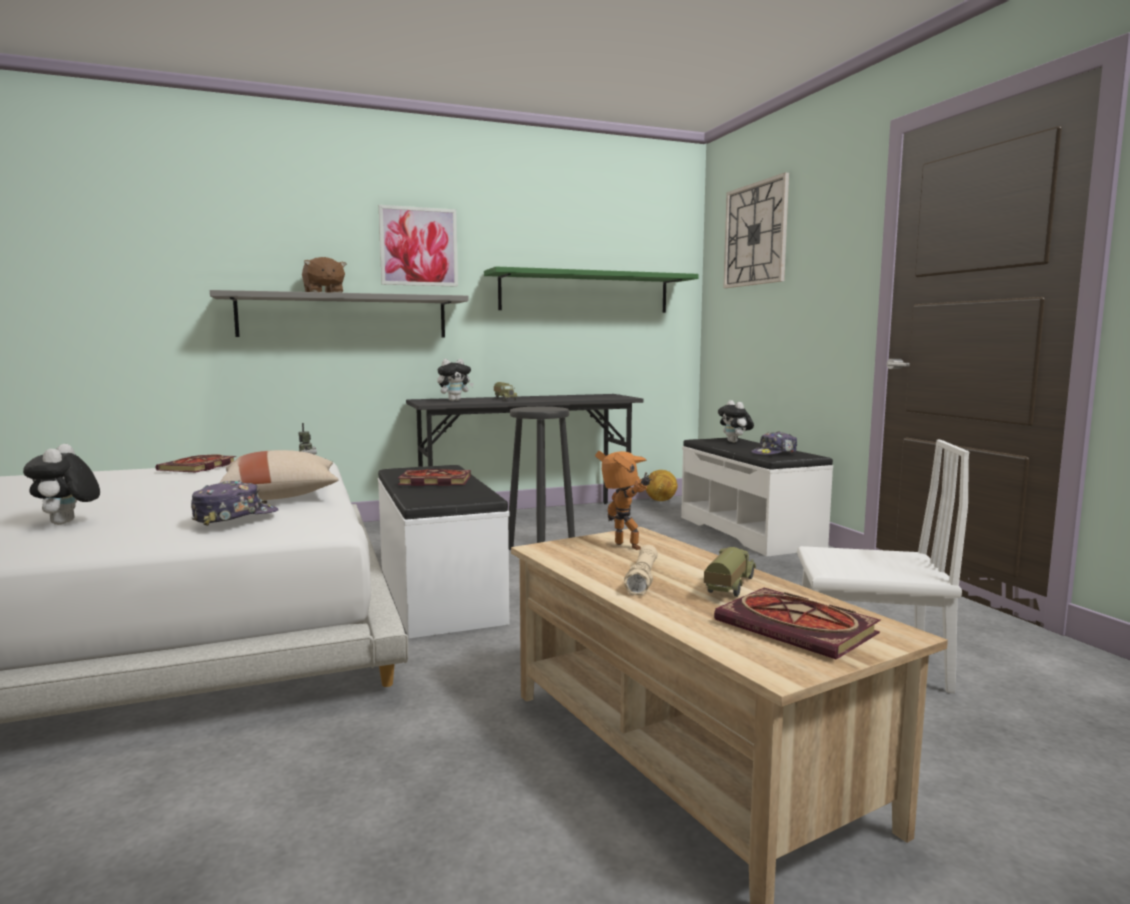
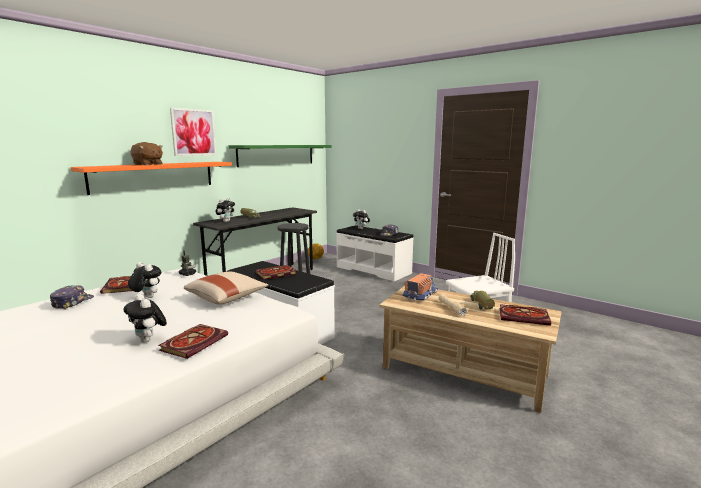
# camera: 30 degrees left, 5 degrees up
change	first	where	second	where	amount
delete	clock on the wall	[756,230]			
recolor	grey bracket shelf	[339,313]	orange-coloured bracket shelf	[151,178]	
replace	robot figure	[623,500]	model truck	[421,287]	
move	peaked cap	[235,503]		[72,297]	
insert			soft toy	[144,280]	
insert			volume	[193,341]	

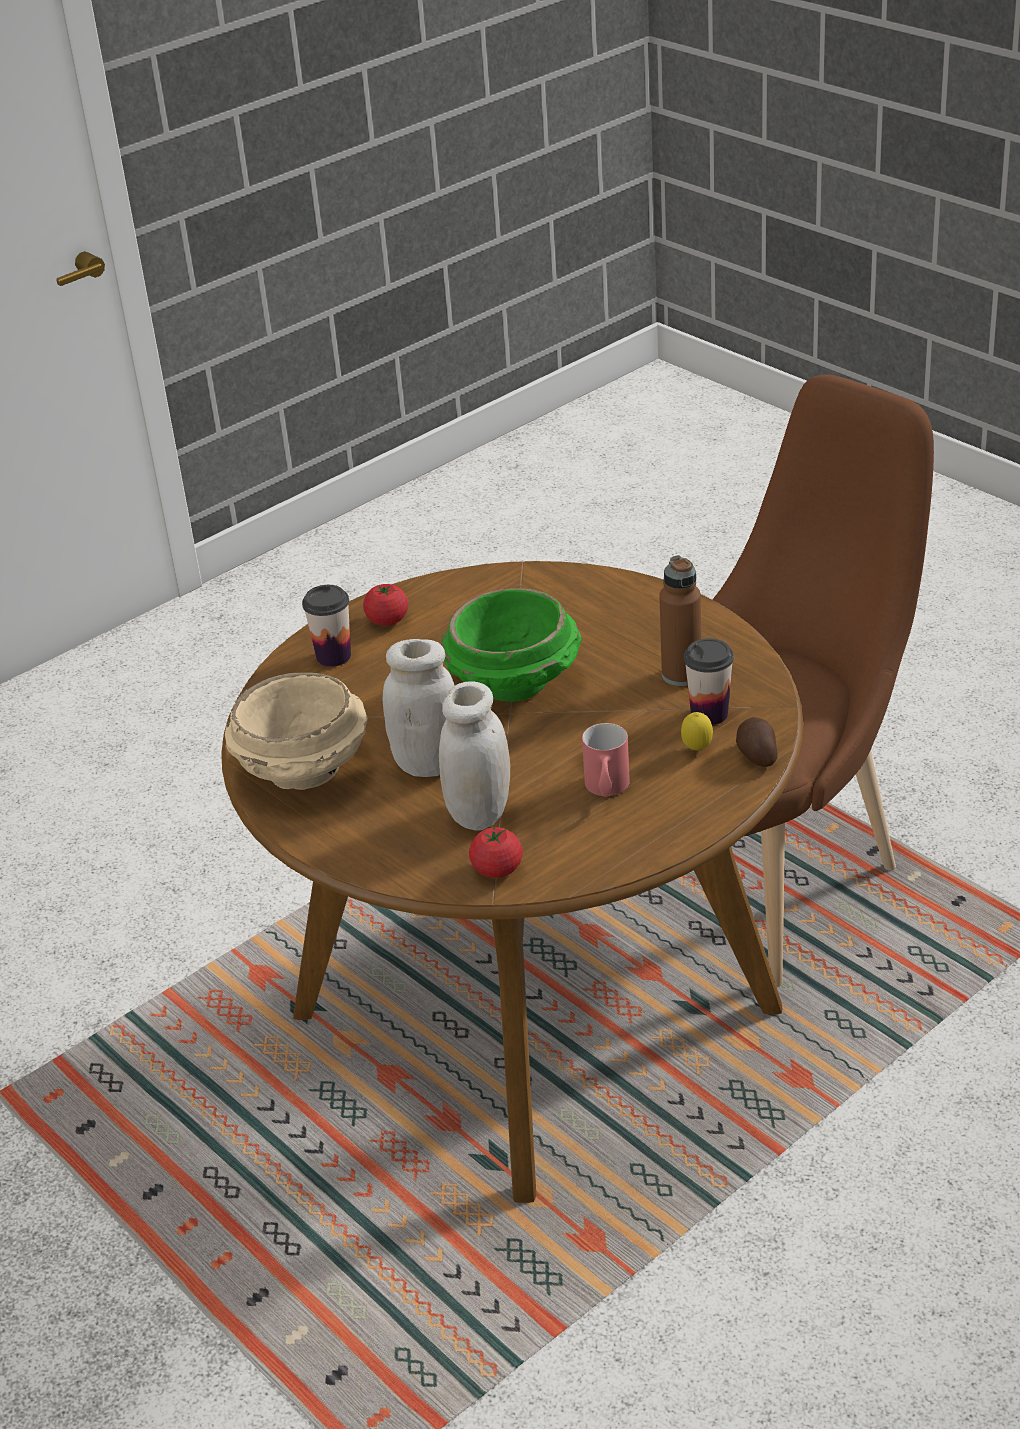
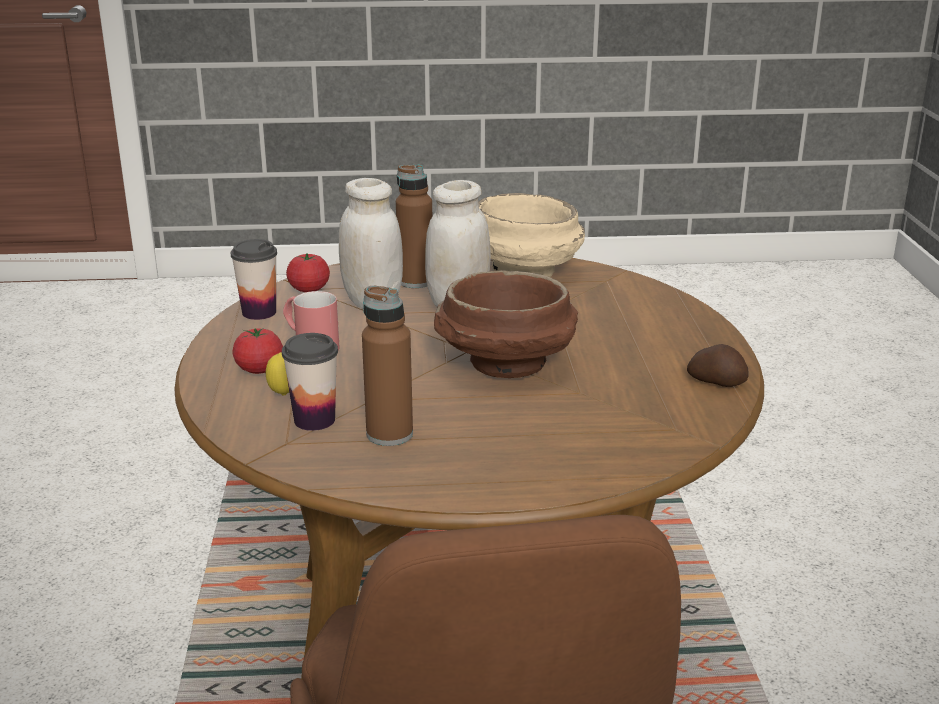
# camera: 125 degrees right, 10 degrees down
change	first	where	second	where	amount
move	tomato	[385,605]		[257,351]	
move	small cup	[326,626]		[254,279]	
recolor	green-coloured serving bowl	[511,644]	brownish serving bowl	[506,324]	
move	whole potato	[757,742]		[718,365]	
insert			brownish beverage bottle	[414,226]	

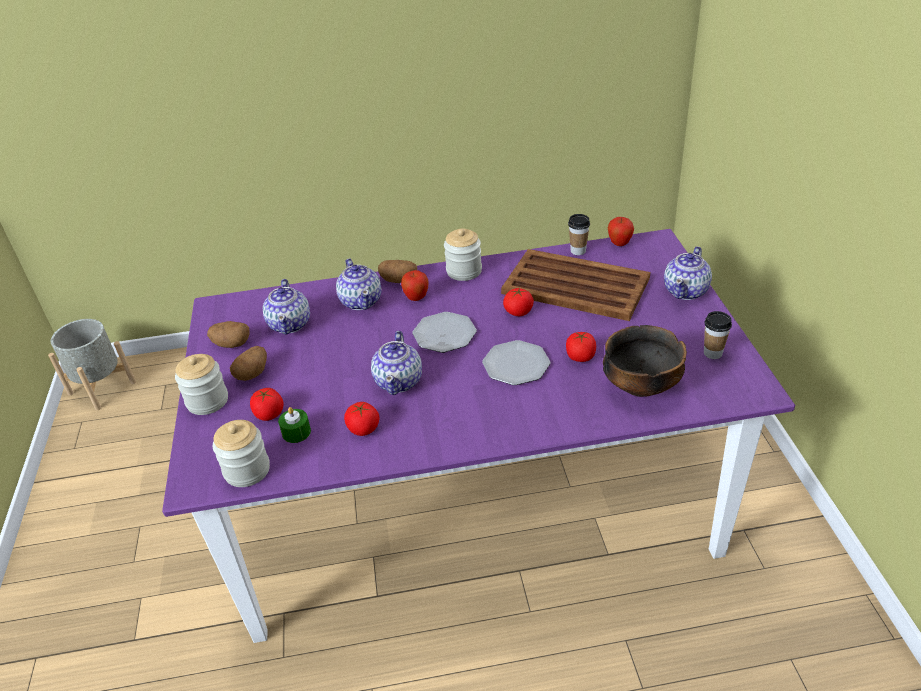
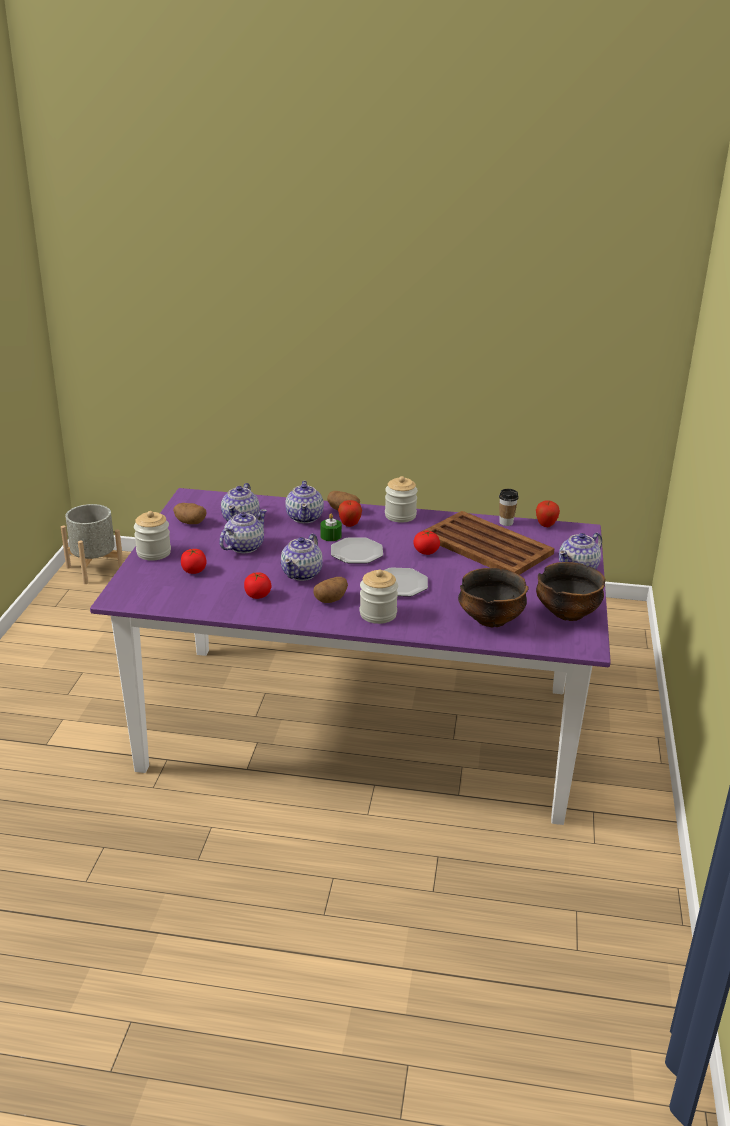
# camera: 15 degrees right, 10 degrees down
change	first	where	second	where	amount
replace	small cup	[718,335]	serving bowl	[570,591]	
delete	tomato	[581,347]			
move	whole potato	[248,363]		[330,590]	
move	green-coloured wax candle	[294,425]		[331,527]	
move	preserve jar	[241,453]		[379,596]	
insert			pot for tea	[243,531]	

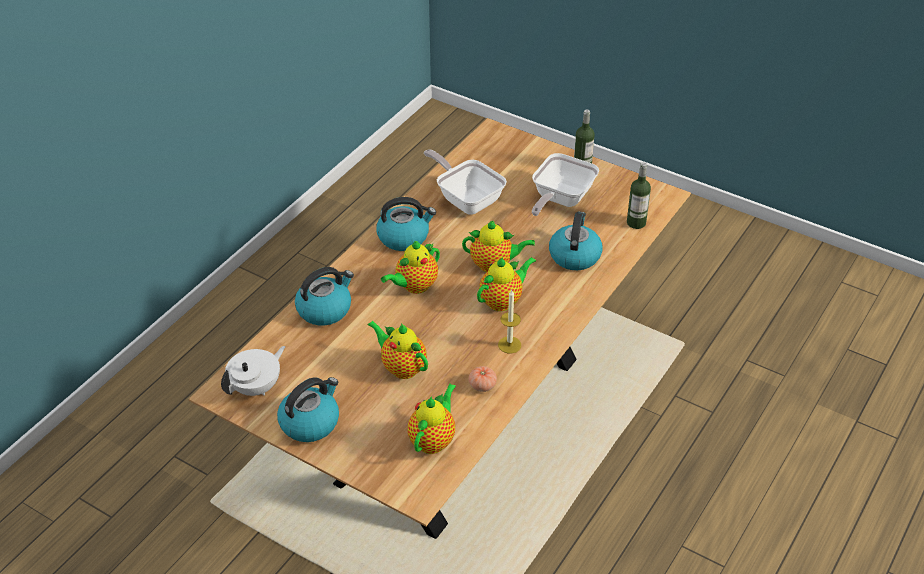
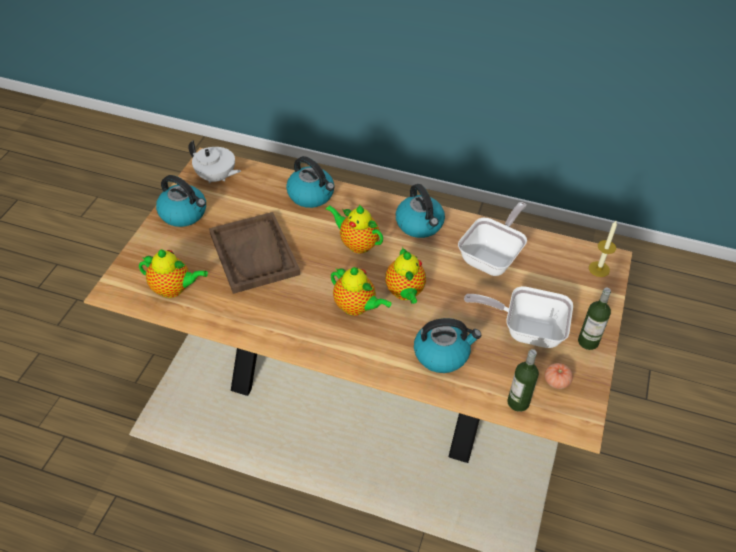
# camera: 75 degrees right, 5 degrees up
change	first	where	second	where	amount
move	wax candle	[509,322]		[603,249]	
replace	pot for tea	[397,350]	brownish tray	[254,253]	
move	tomato	[482,379]		[559,376]	

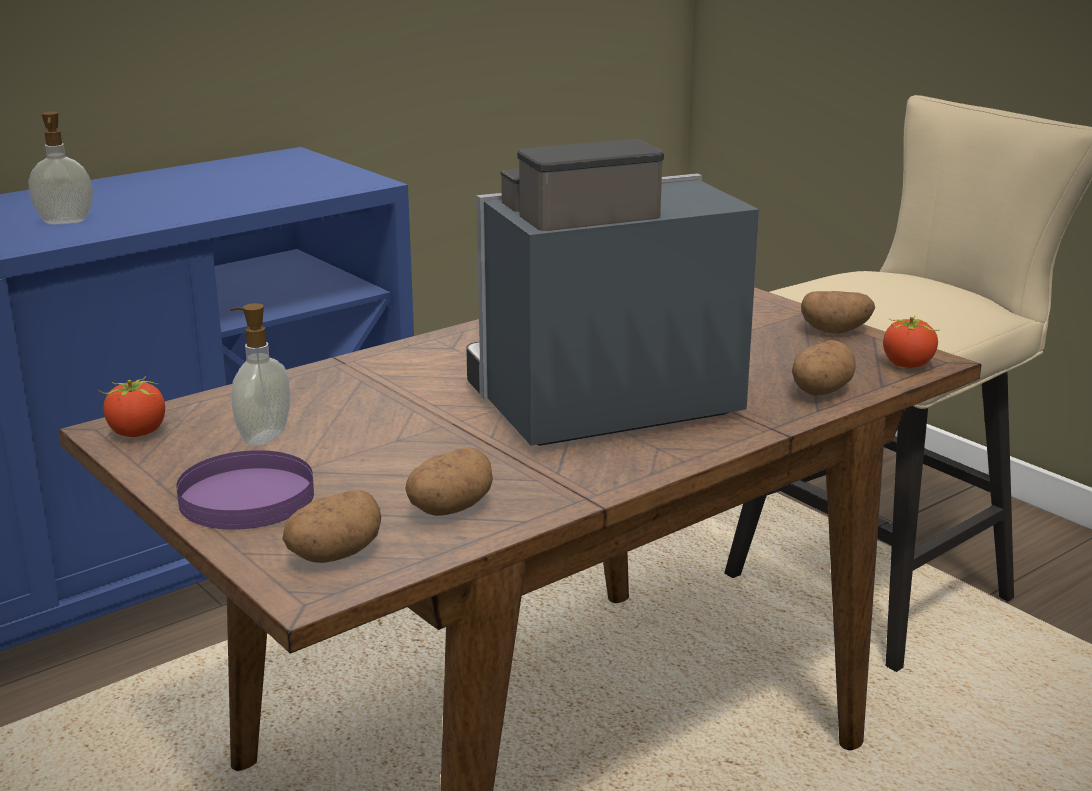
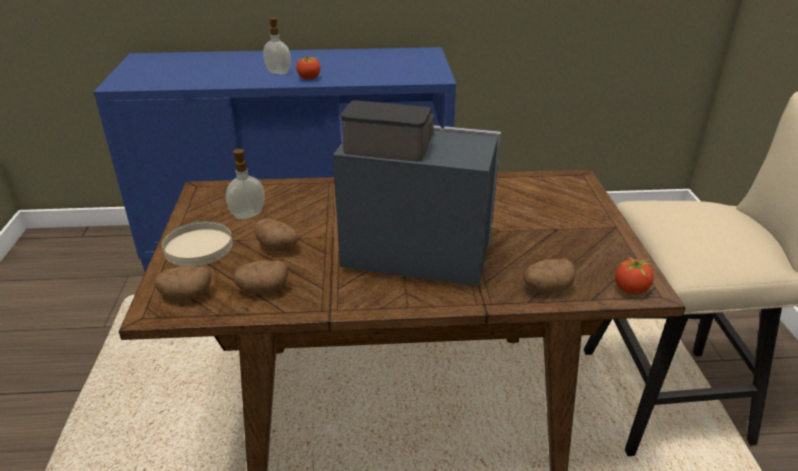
# camera: 35 degrees right, 10 degrees up
change	first	where	second	where	amount
move	whole potato	[838,312]		[276,234]	
move	tomato	[131,406]		[307,67]	
recolor	purple dinner plate	[245,490]	sand-coloured dinner plate	[197,244]	

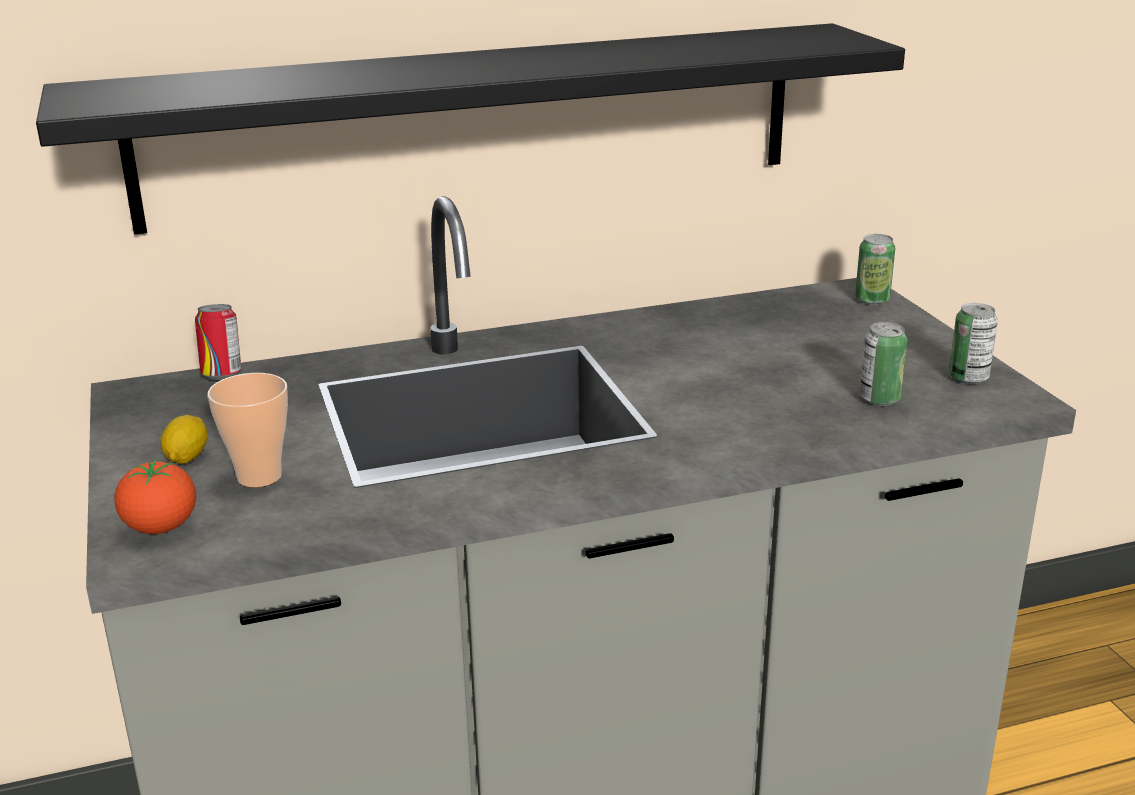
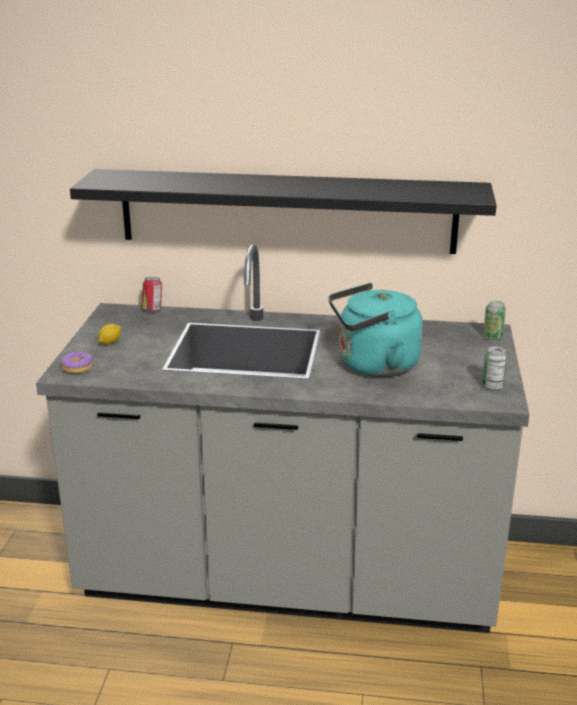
# camera: 25 degrees right, 0 degrees up
change	first	where	second	where	amount
delete	can	[883,364]			
delete	small cup	[247,430]			
replace	tomato	[155,496]	doughnut	[77,362]	
insert			turquoise-coloured water kettle	[375,330]	

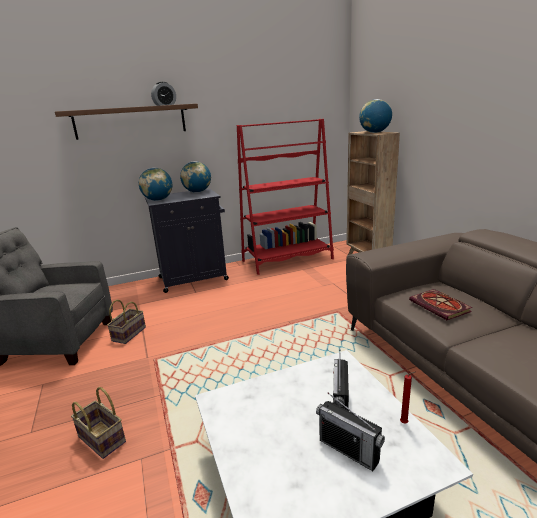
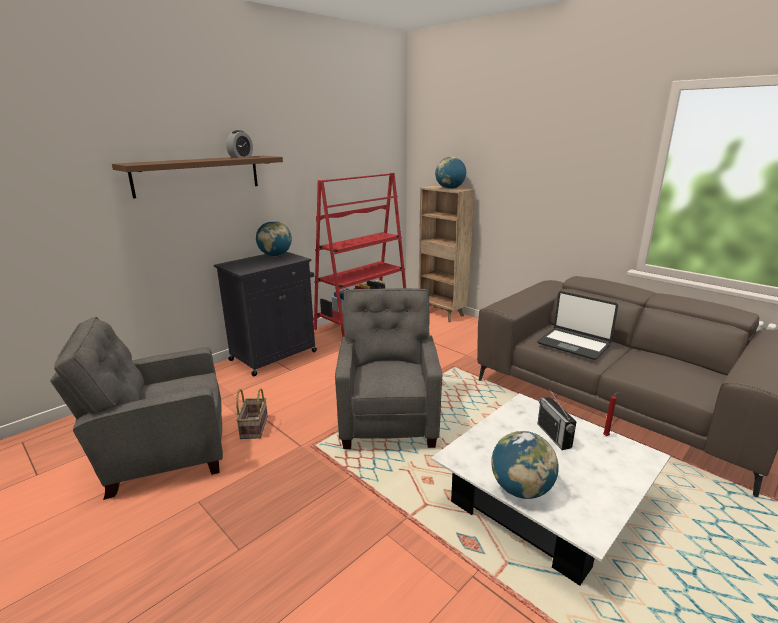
# camera: 25 degrees left, 0 degrees up
change	first	where	second	where	amount
move	globe	[155,184]		[525,465]	
replace	volume	[440,304]	laptop	[577,325]	
delete	storage basket	[98,423]			
delete	radio receiver	[350,432]			
insert			grey armchair	[388,368]	

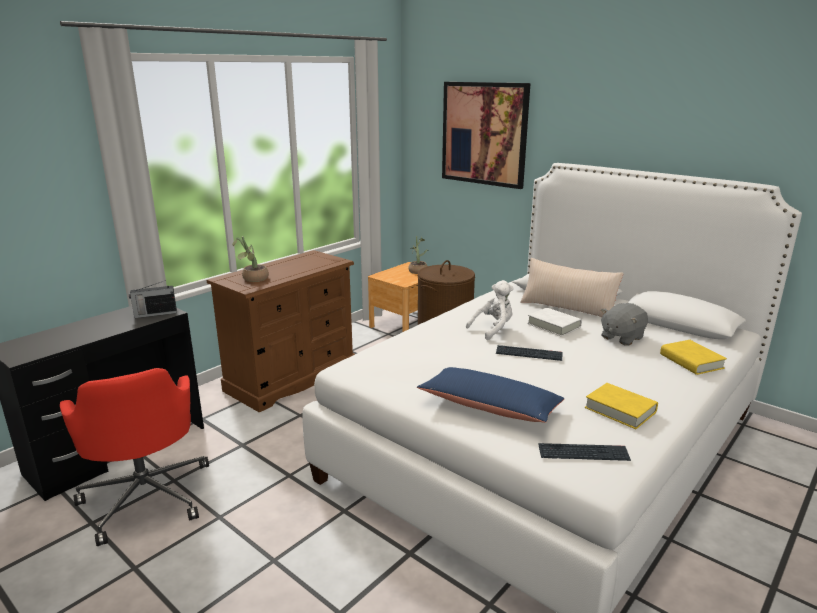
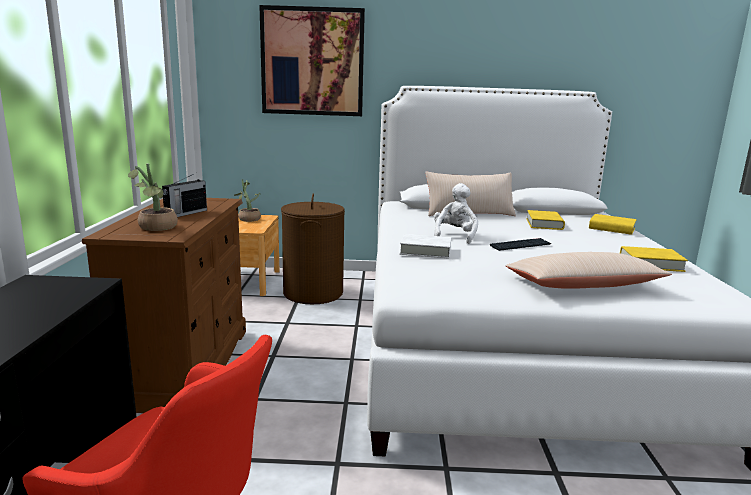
# camera: 40 degrees left, 5 degrees down
change	first	where	second	where	amount
move	radio receiver	[153,299]		[184,195]	
replace	grey soft toy	[624,324]	yellow volume	[546,220]	
move	white-coloured volume	[554,322]		[425,246]	
recolor	bluish cushion	[491,395]	sand-coloured cushion	[589,270]	
delete	keyboard	[585,452]			

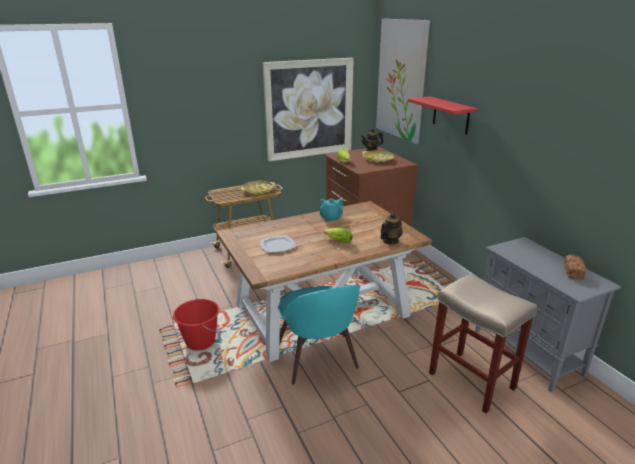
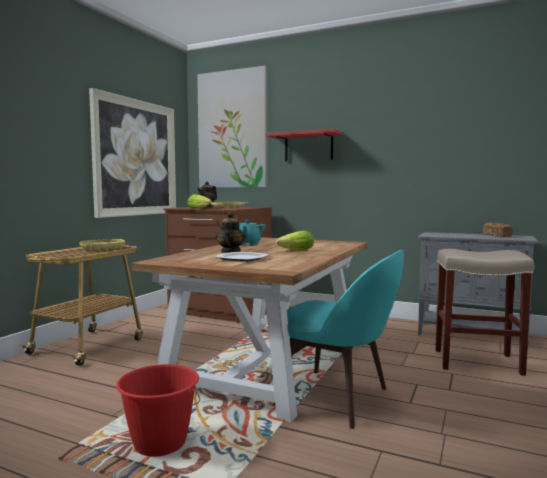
# camera: 40 degrees left, 20 degrees down
change	first	where	second	where	amount
move	pot for tea	[392,228]		[231,232]	

